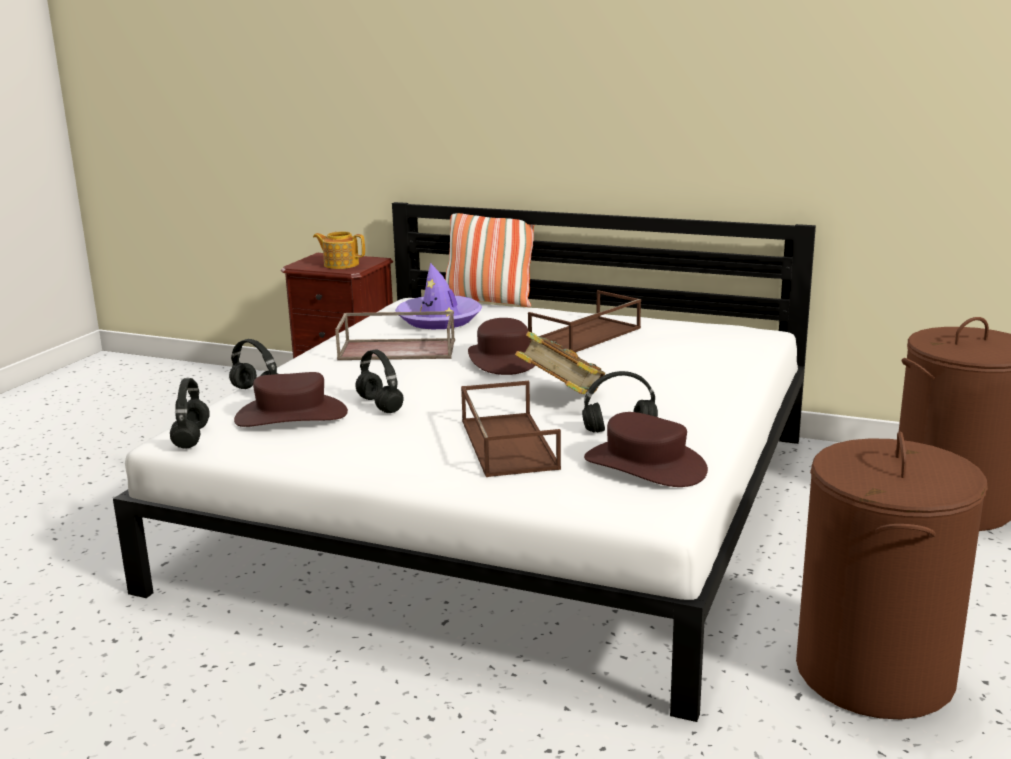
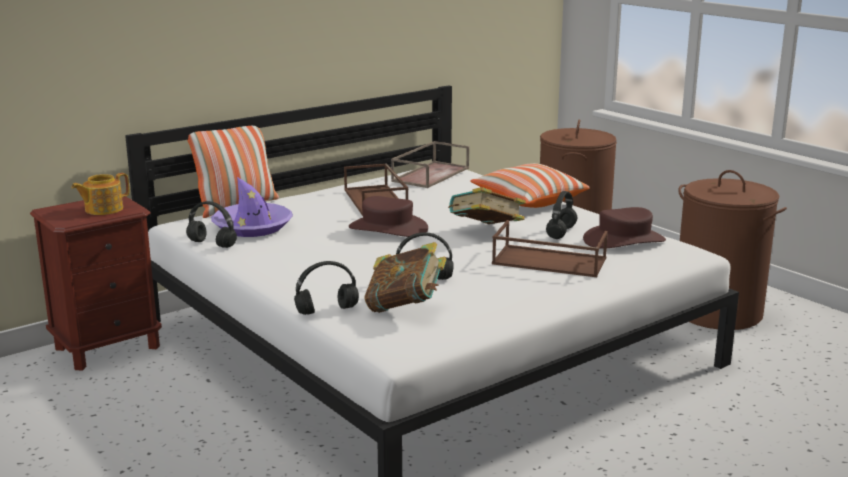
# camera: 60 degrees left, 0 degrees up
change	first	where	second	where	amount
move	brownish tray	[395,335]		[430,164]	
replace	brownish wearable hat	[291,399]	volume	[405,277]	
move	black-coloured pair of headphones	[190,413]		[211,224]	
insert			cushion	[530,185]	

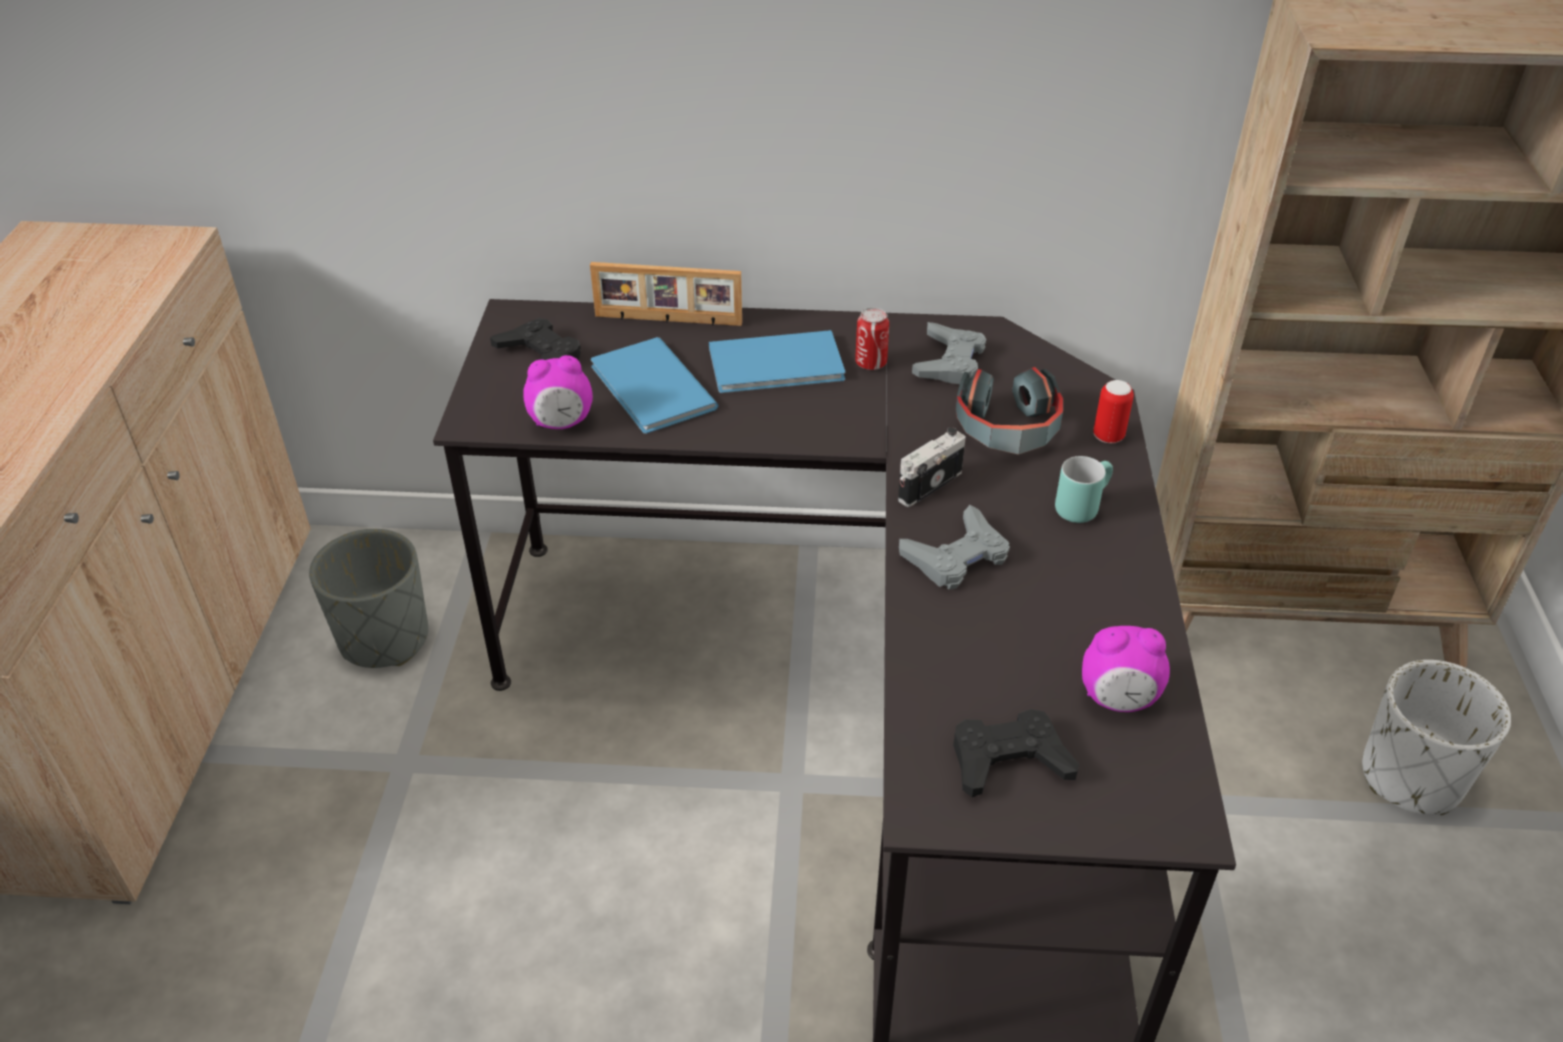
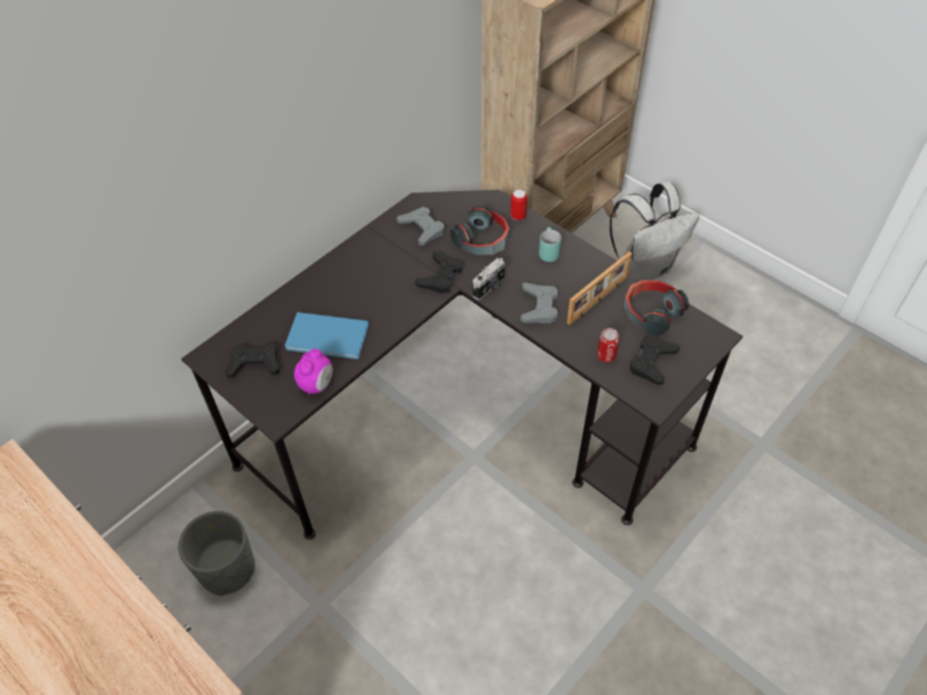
# camera: 50 degrees left, 10 degrees up
change	first	where	second	where	amount
move	photo frame	[666,294]		[599,288]	
move	can	[872,338]		[608,345]	
delete	bluish volume	[777,361]			
rotate	photo camera	[932,467]		[489,279]	135 degrees counterclockwise
replace	bedside clock	[1126,669]	pair of headphones	[656,308]	
replace	white-coloured planter	[1436,737]	white-coloured backpack	[655,231]	
insert			black-coloured joypad	[438,272]	

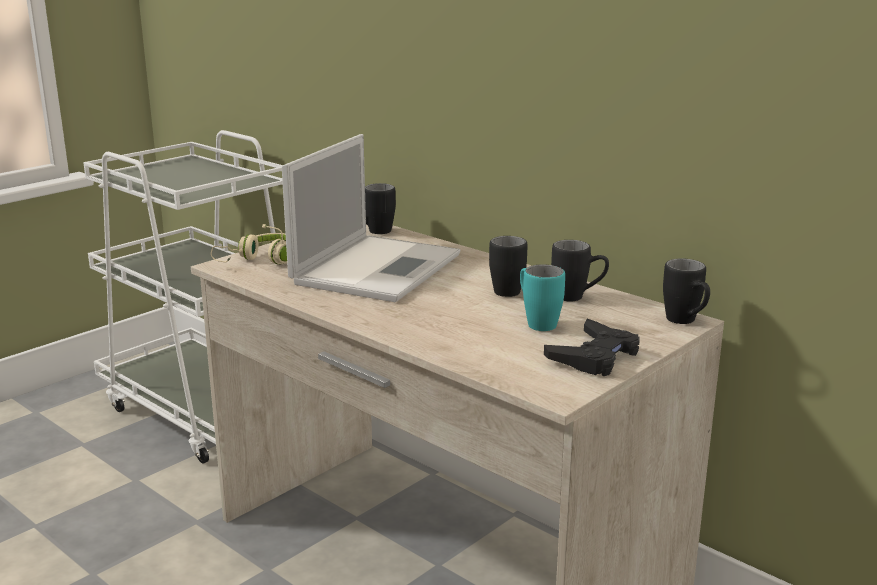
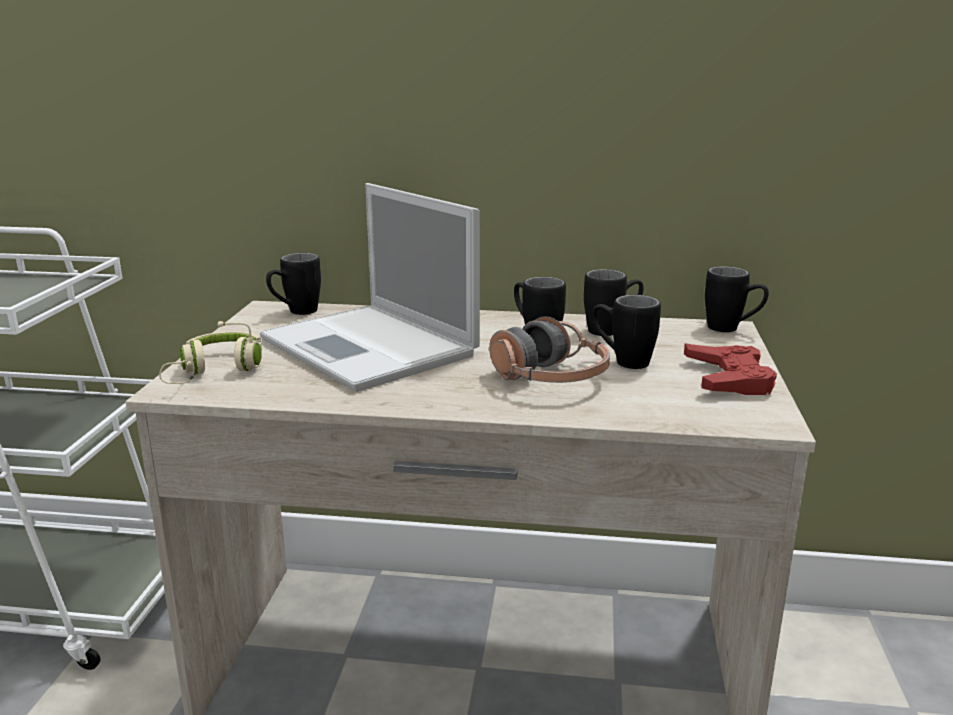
# camera: 35 degrees left, 0 degrees up
change	first	where	second	where	amount
rotate	laptop	[371,218]		[370,287]	150 degrees clockwise
recolor	turquoise-coloured mug	[542,297]	black-coloured mug	[626,332]	
recolor	black-coloured joypad	[592,347]	red joypad	[730,369]	
insert			pair of headphones	[549,349]	

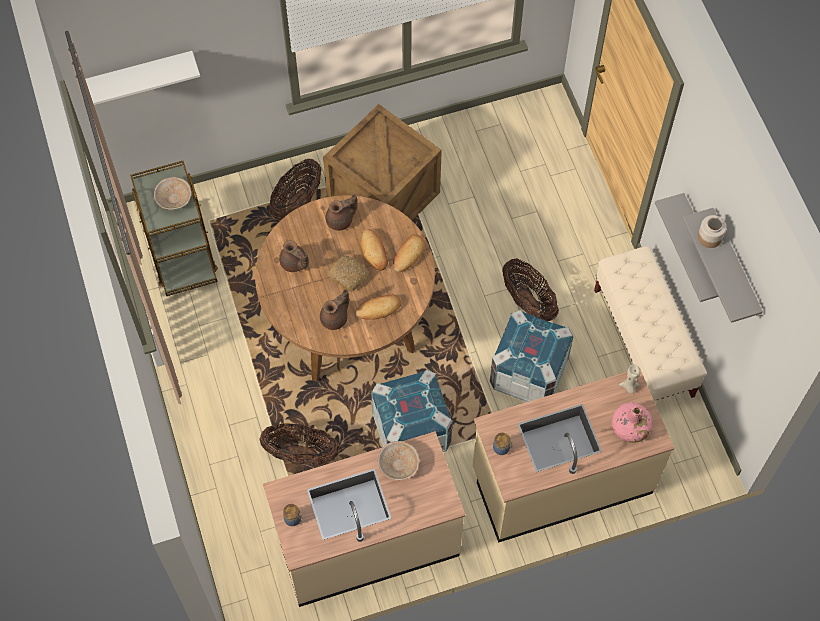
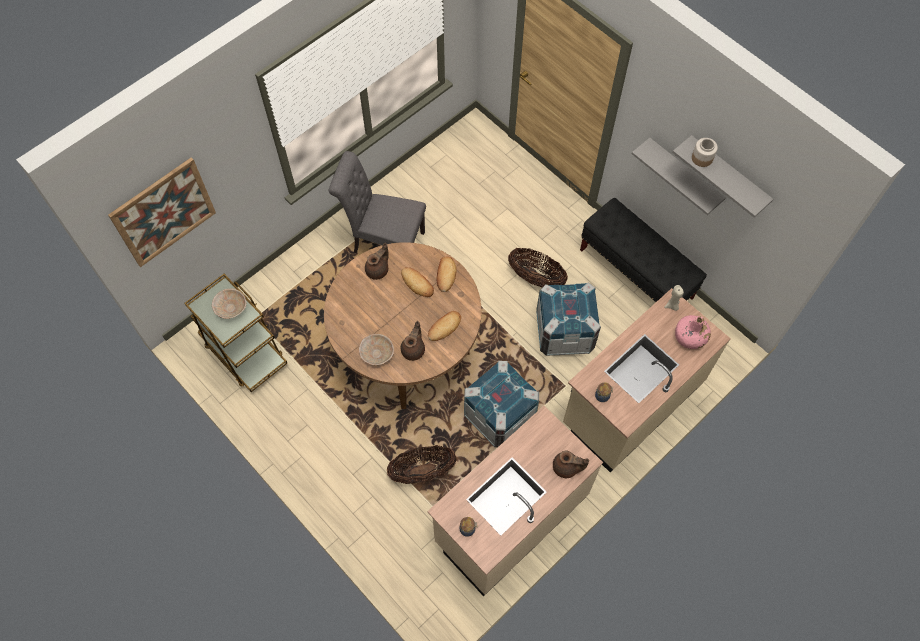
# camera: 25 degrees left, 0 degrees up
change	first	where	second	where	amount
replace	white-coloured bracket shelf	[142,78]	wall picture	[162,212]	
replace	crate	[382,162]	grey chair	[377,202]	
delete	storage basket	[295,189]			
move	brownish pot for tea	[294,256]		[571,464]	
recolor	sand-coloured bench	[650,324]	black-coloured bench	[643,250]	
delete	bread	[348,273]			
move	sand-coloured serving bowl	[398,460]		[376,349]	

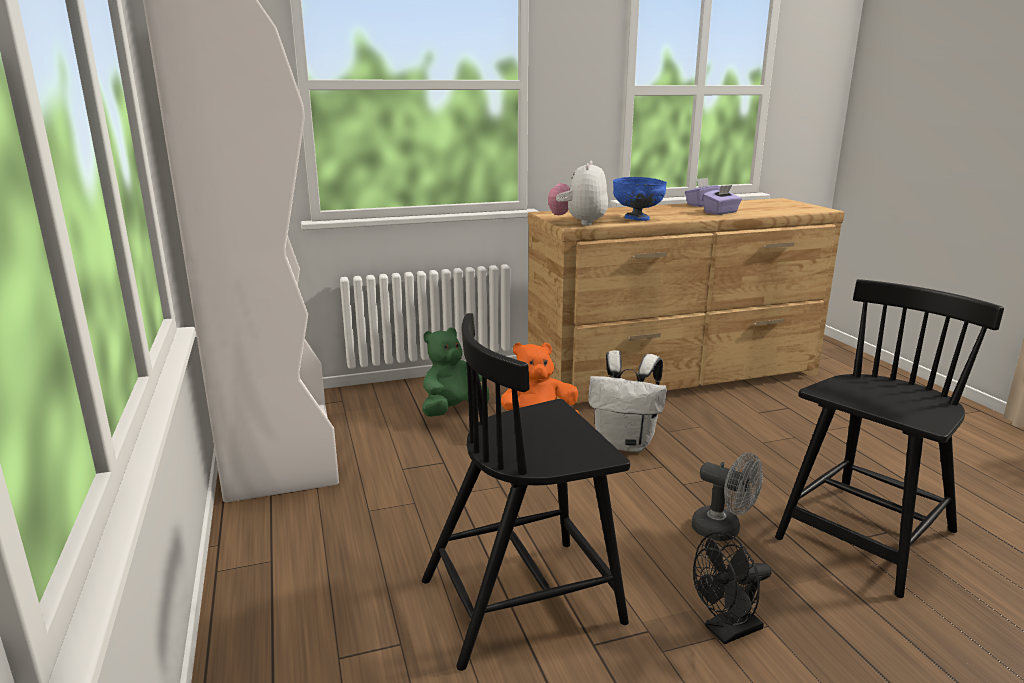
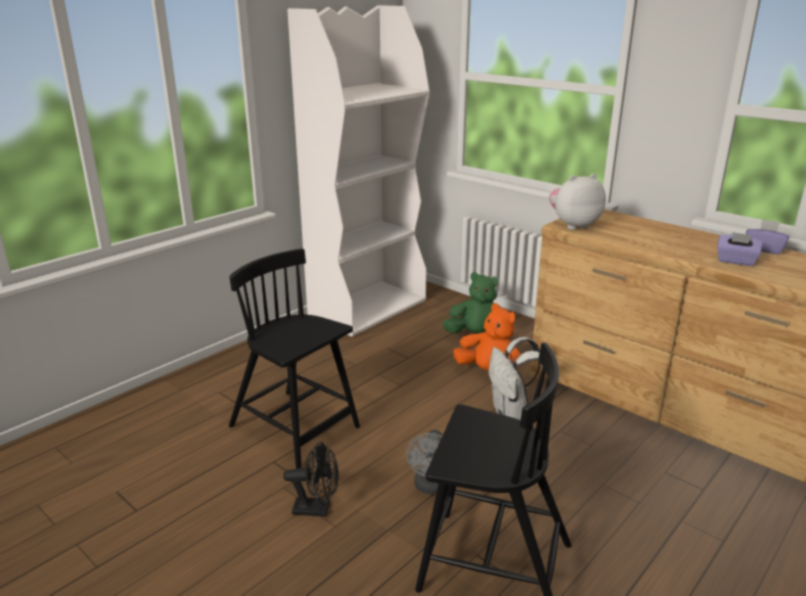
# camera: 60 degrees right, 5 degrees up
change	first	where	second	where	amount
delete	bluish serving bowl	[640,199]			
rotate	black-coloured electric fan	[732,588]		[311,479]	150 degrees clockwise

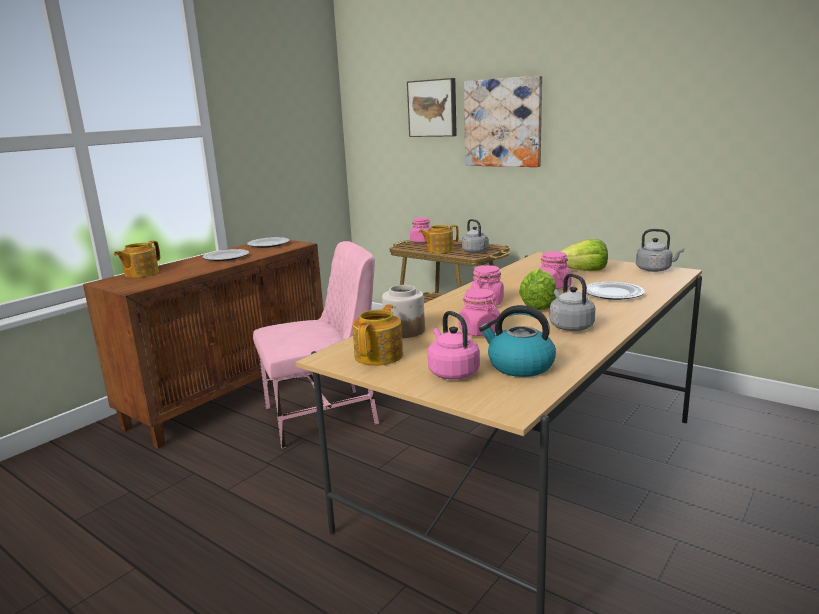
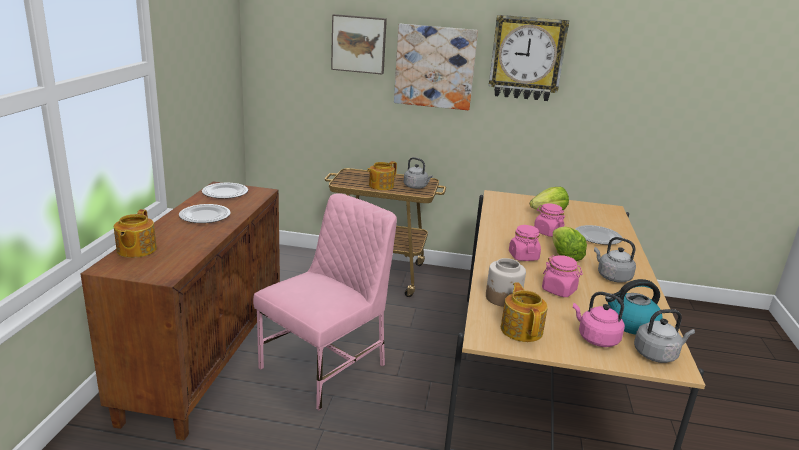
# camera: 30 degrees left, 5 degrees up
change	first	where	second	where	amount
delete	pinkish preserve jar	[420,230]			
move	grey water kettle	[660,250]		[664,336]	
insert			clock on the wall	[529,58]	

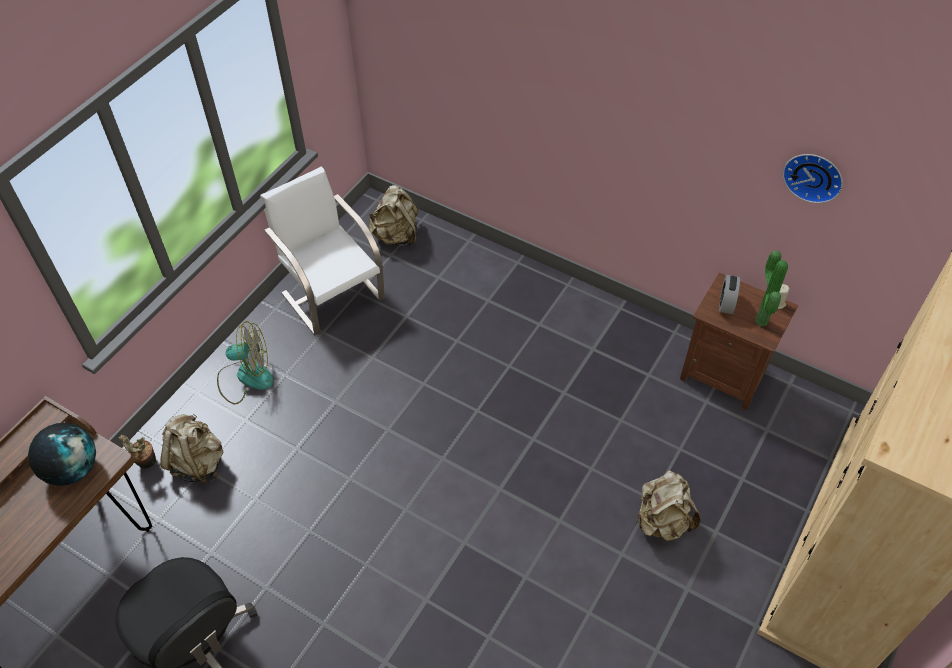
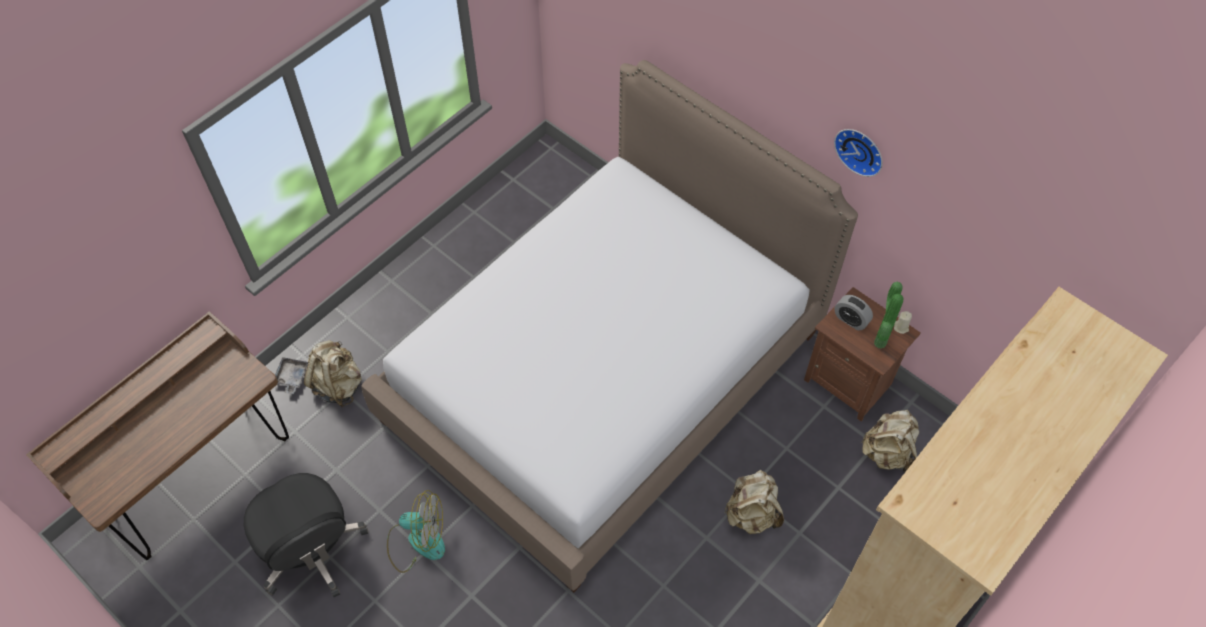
# camera: 10 degrees right, 5 degrees up
change	first	where	second	where	amount
move	clock on the wall	[813,178]		[858,153]	
delete	white-coloured chair	[322,251]			
move	sand-coloured backpack	[393,216]		[890,441]	
rotate	bedside clock	[729,294]		[853,312]	75 degrees counterclockwise
move	electric fan	[245,362]		[416,531]	
delete	globe	[62,454]			
replace	potted plant	[137,452]	grey tray	[291,375]	
insert			bedroom bed	[609,326]	

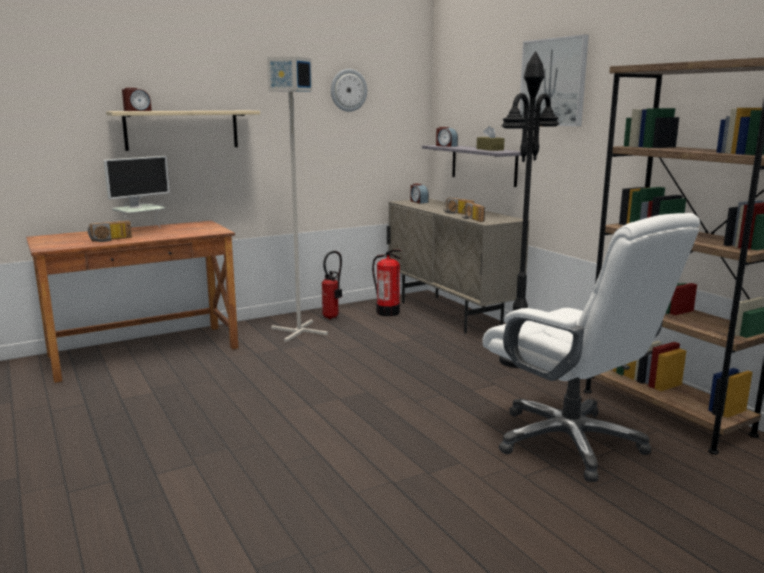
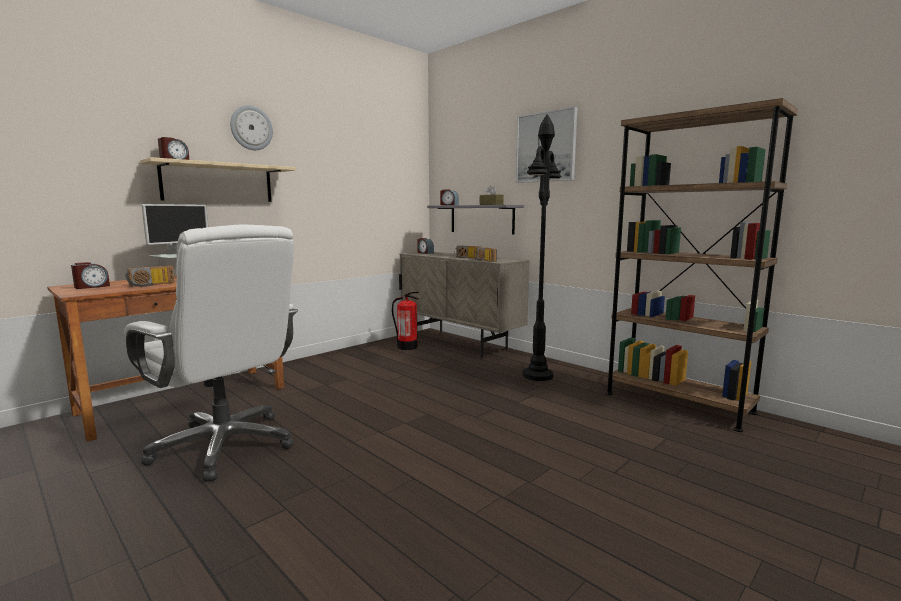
# camera: 15 degrees left, 5 degrees down
change	first	where	second	where	amount
delete	grey standing lamp	[297,199]			
move	clock on the wall	[349,90]		[251,127]	
move	white-coloured computer chair	[591,347]		[211,353]	
delete	fire-fighting cylinder	[332,285]			
insert			bedside clock	[90,275]	

